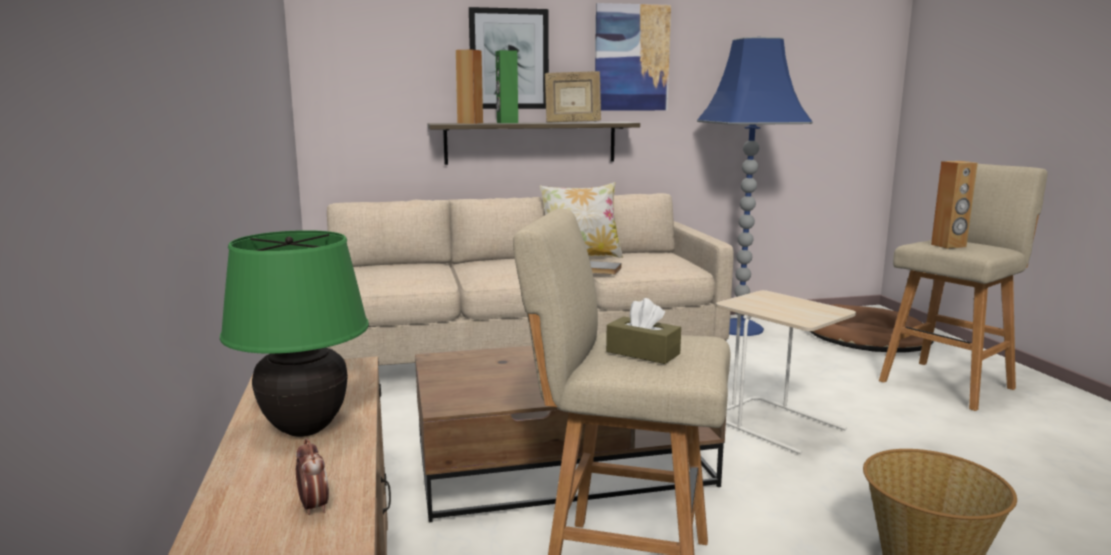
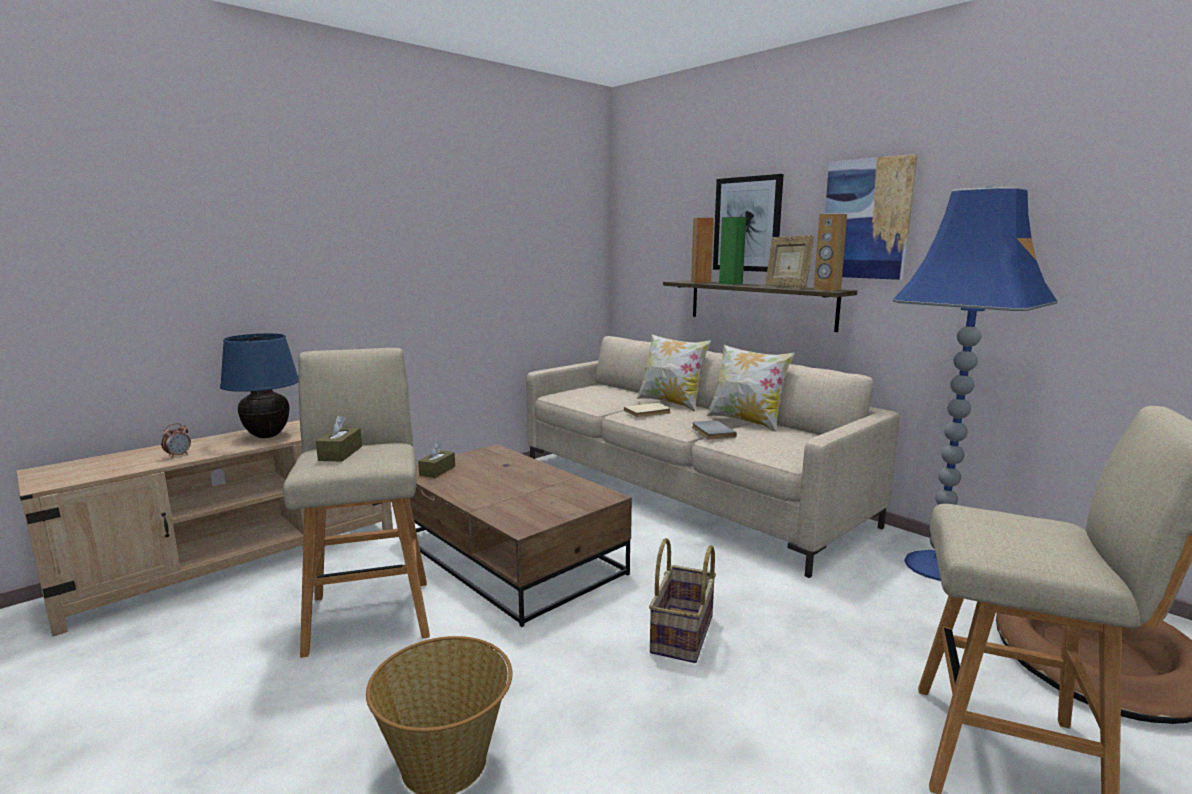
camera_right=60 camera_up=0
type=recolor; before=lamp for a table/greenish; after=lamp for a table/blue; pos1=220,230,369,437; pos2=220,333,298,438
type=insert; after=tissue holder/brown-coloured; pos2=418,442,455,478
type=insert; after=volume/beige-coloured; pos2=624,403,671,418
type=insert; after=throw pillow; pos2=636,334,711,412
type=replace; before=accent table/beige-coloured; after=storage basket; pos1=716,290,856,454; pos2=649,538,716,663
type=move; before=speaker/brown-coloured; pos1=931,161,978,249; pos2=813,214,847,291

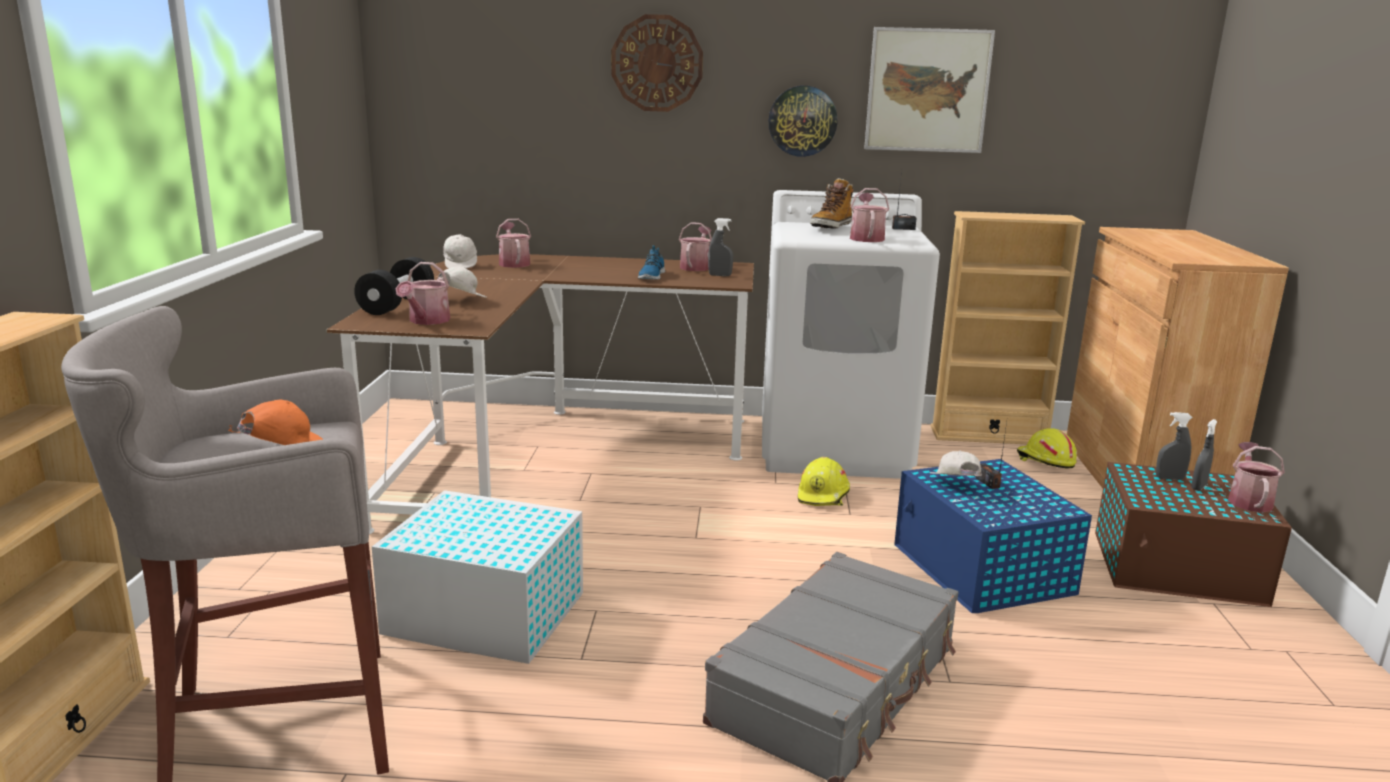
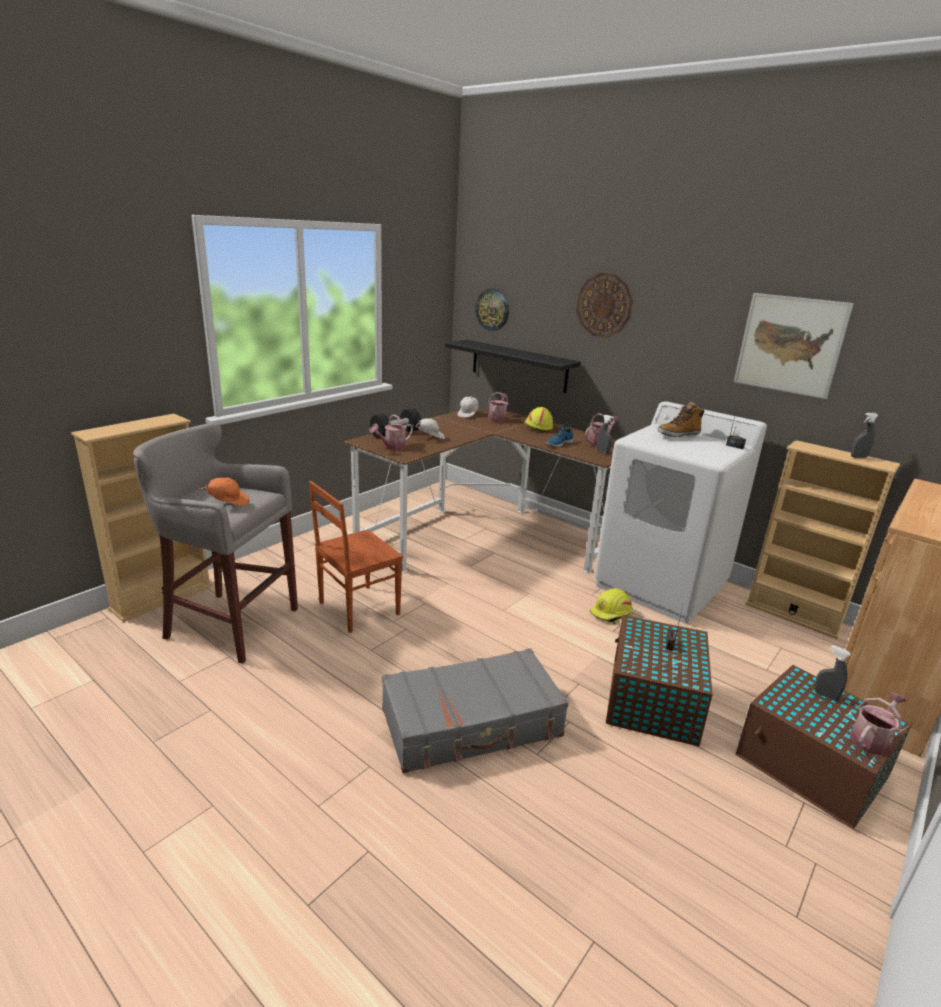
camera_right=35 camera_up=5
type=replace; before=storage container/white-coloured; after=chair/brown-coloured; pos1=372,490,583,664; pos2=309,481,403,633
type=insert; after=wall shelf/blackish; pos2=445,340,581,393
type=move; before=hanging clock; pos1=769,86,837,157; pos2=475,289,509,331
type=move; before=work helmet/yellowish; pos1=1017,428,1077,469; pos2=525,407,553,432
type=recolor; before=storage container/blue; after=storage container/brown-coloured; pos1=894,459,1092,613; pos2=606,615,712,747
type=move; before=spray bottle/gray; pos1=1191,419,1217,491; pos2=851,413,879,458
type=delete; before=watering pot; pos1=850,188,889,242
type=delete; before=peaked cap/white-coloured; pos1=930,451,982,476

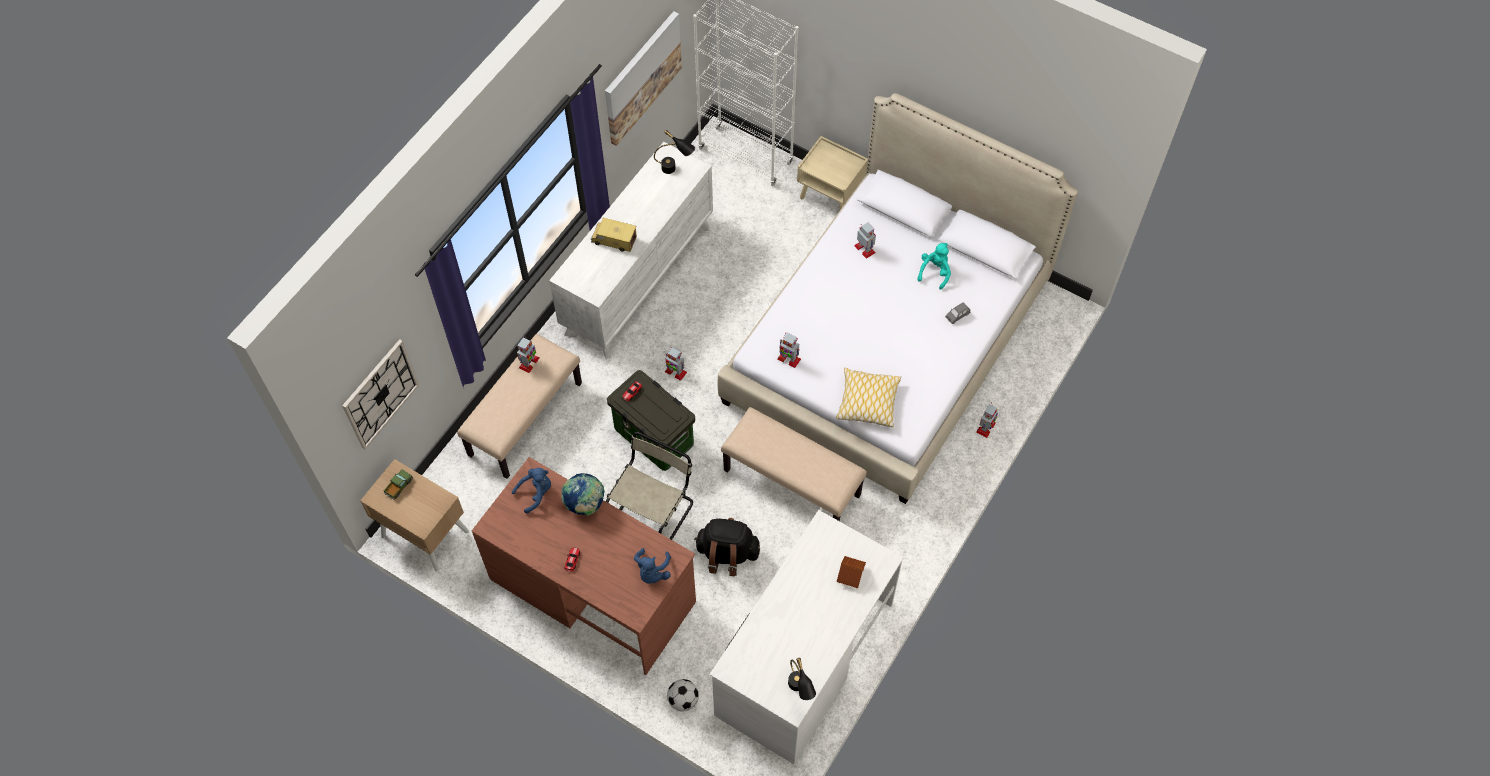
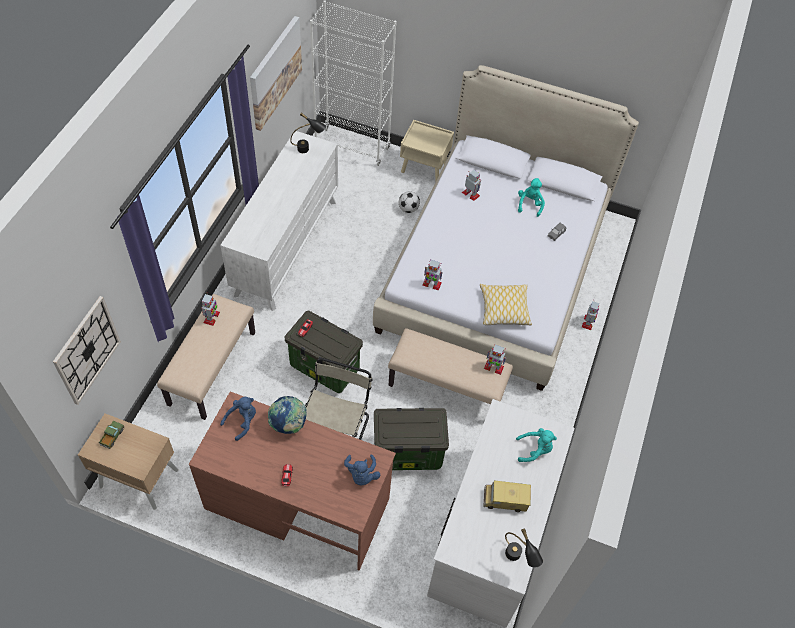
camera_right=-15 camera_up=-5
type=replace; before=knapsack/blackish; after=storage container; pos1=694,518,760,576; pos2=374,408,449,470
type=move; before=ball for football; pos1=667,679,699,711; pos2=399,191,420,213
type=move; before=model truck; pos1=591,218,637,252; pos2=483,480,531,512
type=move; before=model robot; pos1=665,347,687,381; pos2=484,345,506,375
type=replace; before=toy house; after=plush toy/turquoise; pos1=837,556,866,588; pos2=516,428,557,462

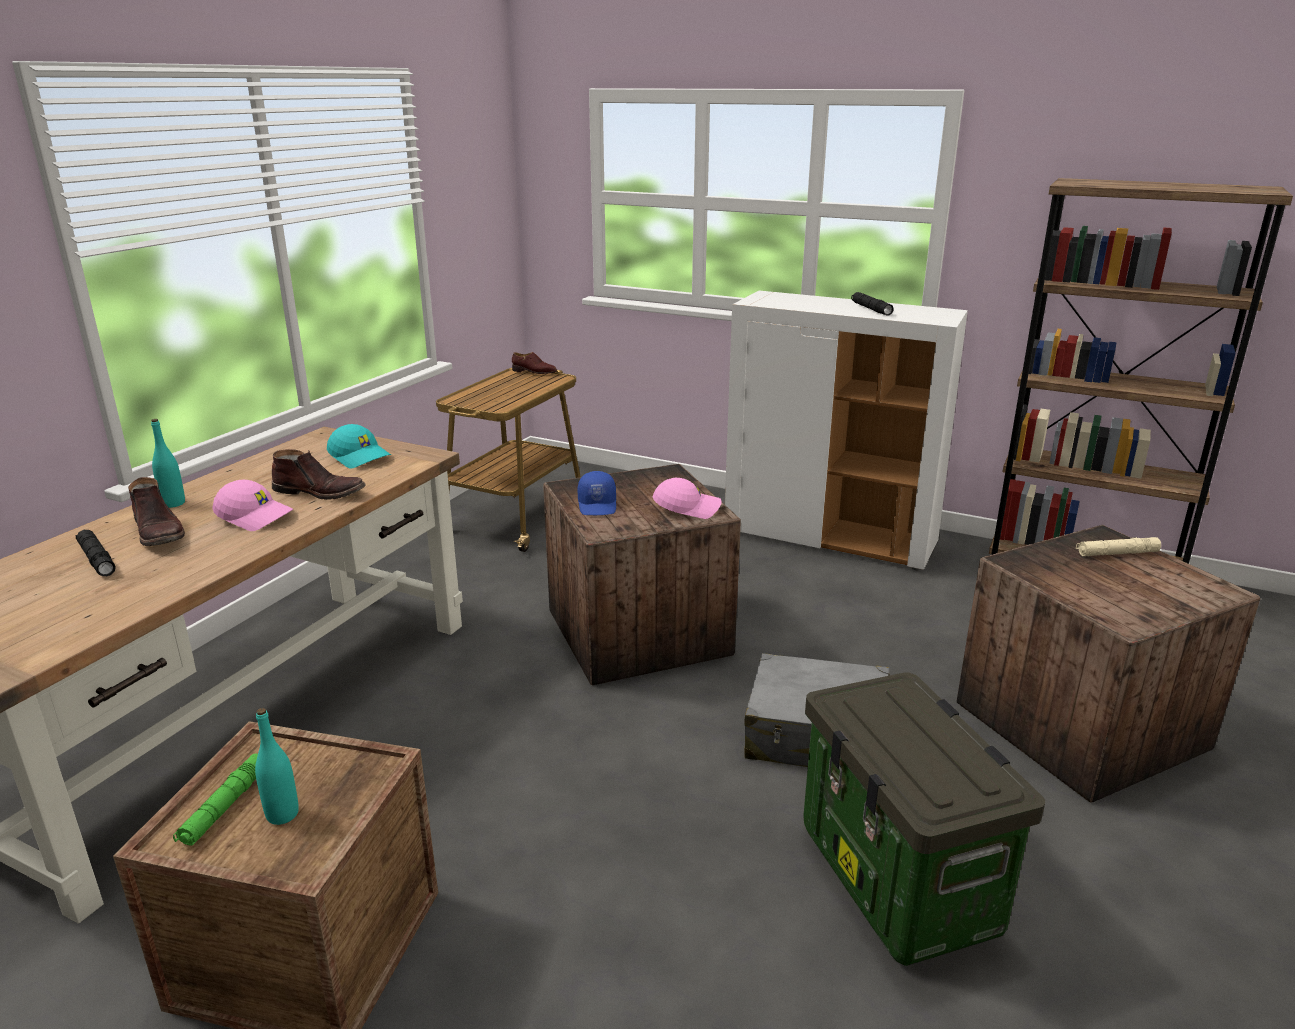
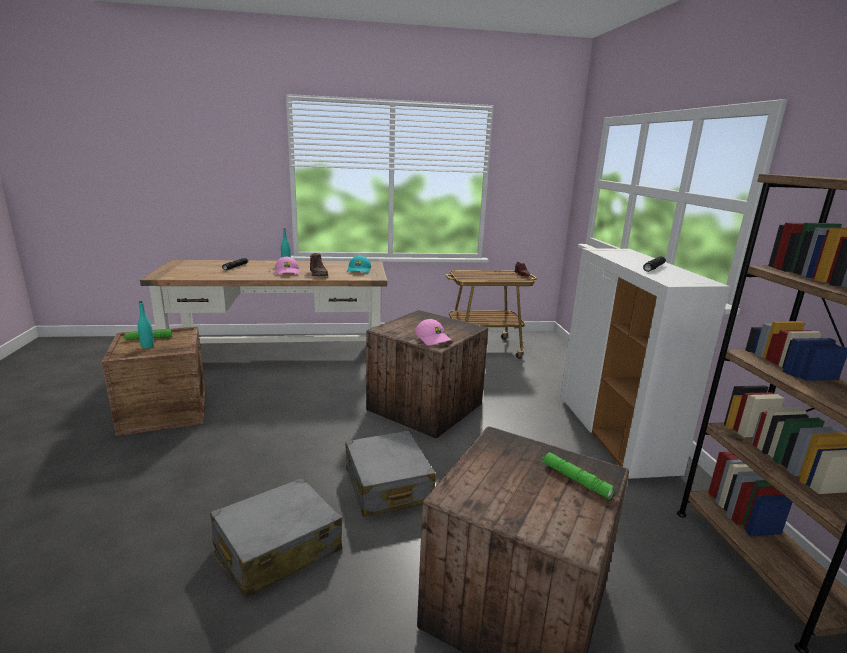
camera_right=55 camera_up=-5
type=replace; before=storage container; after=piece of luggage/gray; pos1=804,672,1045,966; pos2=210,477,342,598
type=recolor; before=torch/beige-coloured; after=torch/greenish; pos1=1076,537,1161,556; pos2=541,452,615,499
type=delete; before=tall boot/brown-coloured; pos1=128,477,185,546
type=delete; before=peaked cap/blue; pos1=578,471,616,515

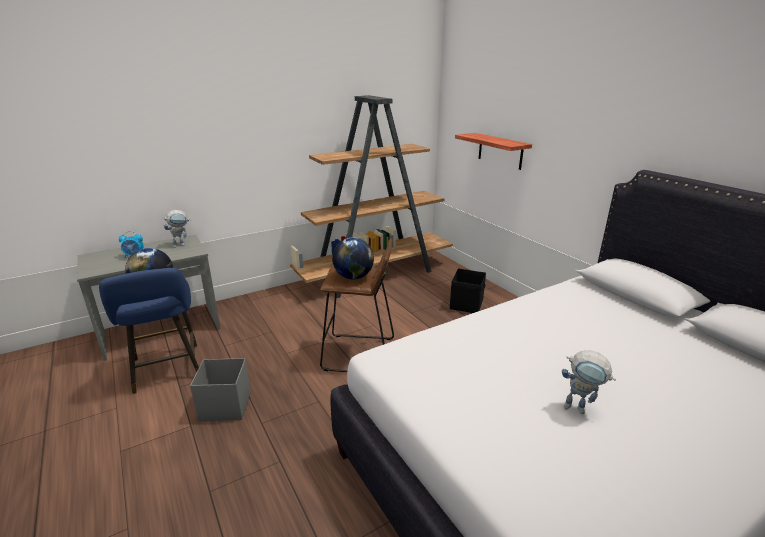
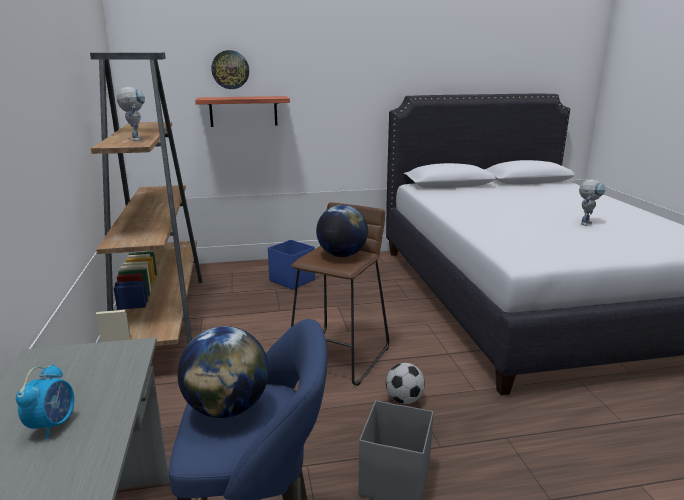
camera_right=-70 camera_up=-5
type=move; before=model robot; pos1=163,210,191,248; pos2=117,87,145,141
type=insert; after=hanging clock; pos2=211,50,249,89
type=recolor; before=storage container/blackish; after=storage container/blue; pos1=450,268,486,313; pos2=268,240,315,290
type=insert; after=ball for football; pos2=386,363,425,404

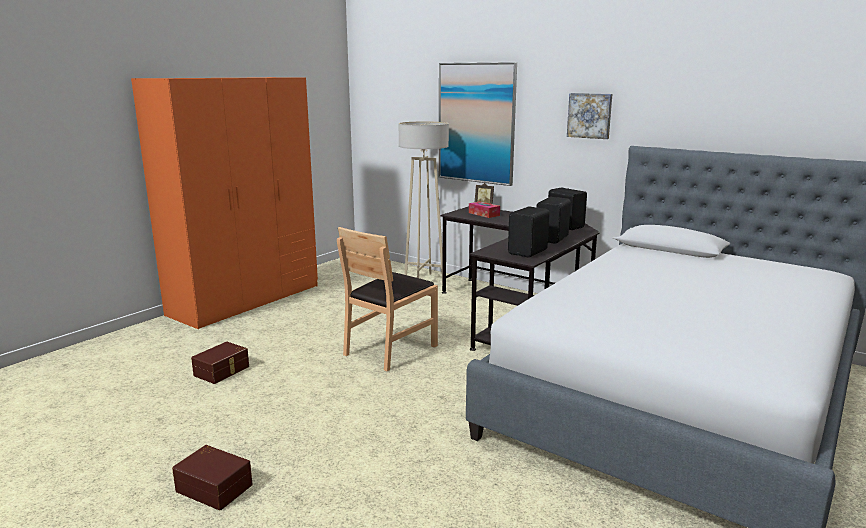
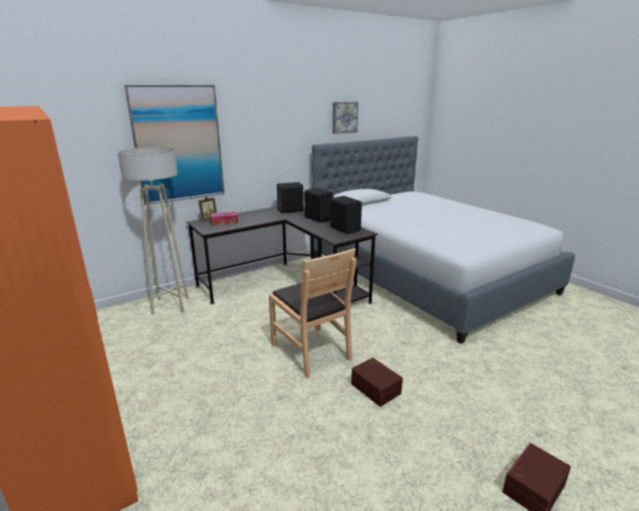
camera_right=-70 camera_up=5
type=move; before=wall art; pos1=567,93,613,139; pos2=332,102,358,134
type=move; before=storage container/brown-coloured; pos1=191,342,249,384; pos2=351,358,403,407

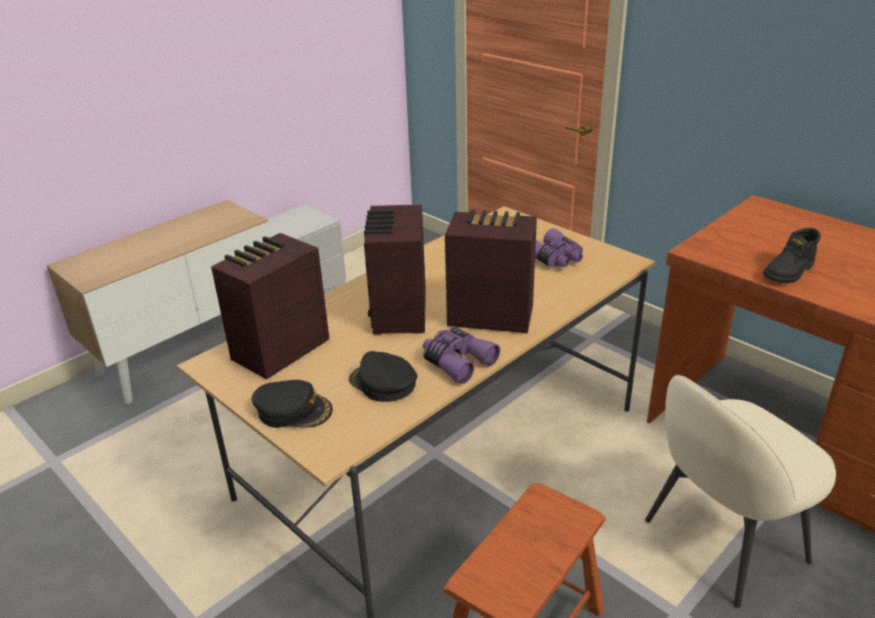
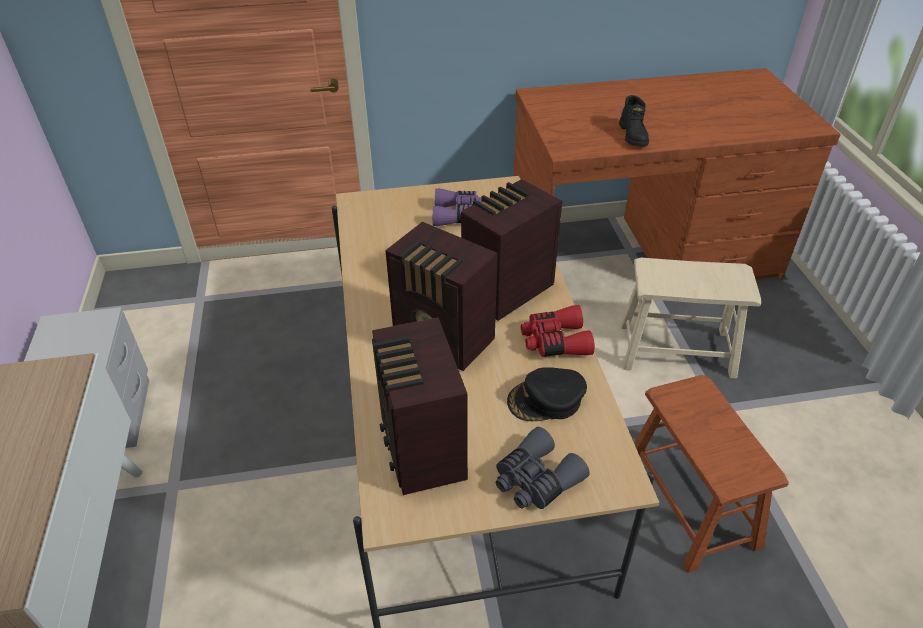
camera_right=-55 camera_up=10
type=replace; before=peaked cap/blackish; after=field glasses/gray; pos1=252,380,333,428; pos2=496,427,589,509
type=recolor; before=field glasses/purple; after=field glasses/reddish; pos1=423,327,500,384; pos2=521,305,595,357
type=replace; before=chair/beige-coloured; after=stool seat/beige-coloured; pos1=645,375,836,608; pos2=620,258,761,378

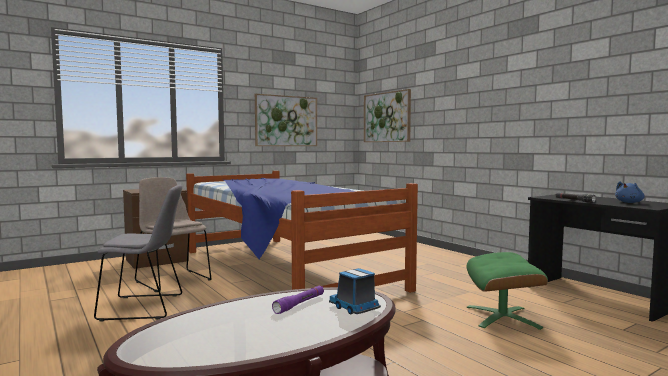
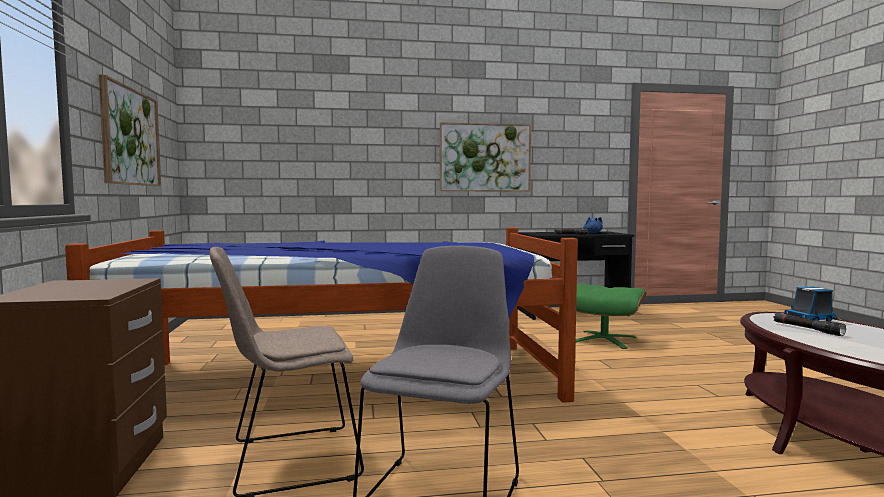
camera_right=-65 camera_up=0
type=move; before=wall art; pos1=364,89,411,142; pos2=440,122,531,191
type=recolor; before=torch/purple; after=torch/blackish; pos1=272,286,324,314; pos2=774,313,846,336

